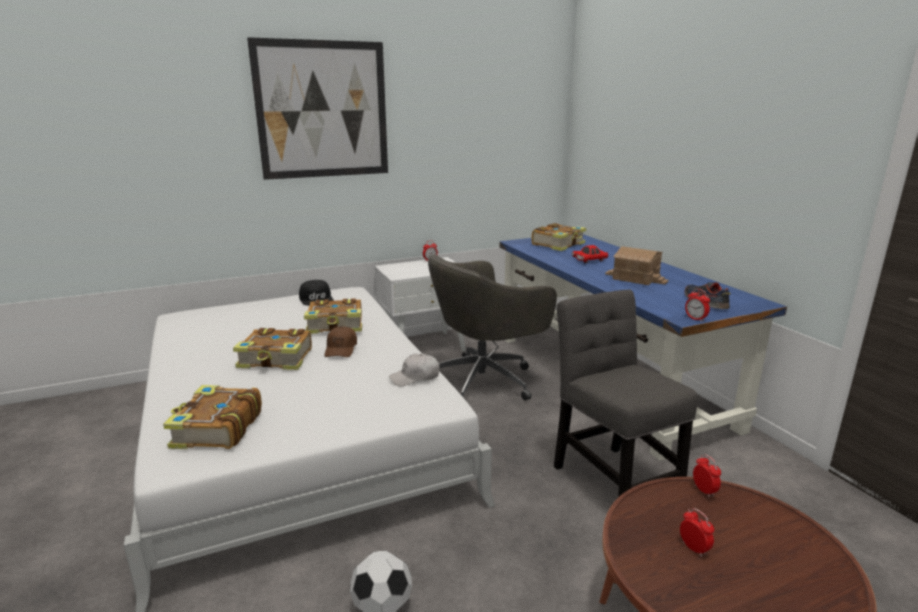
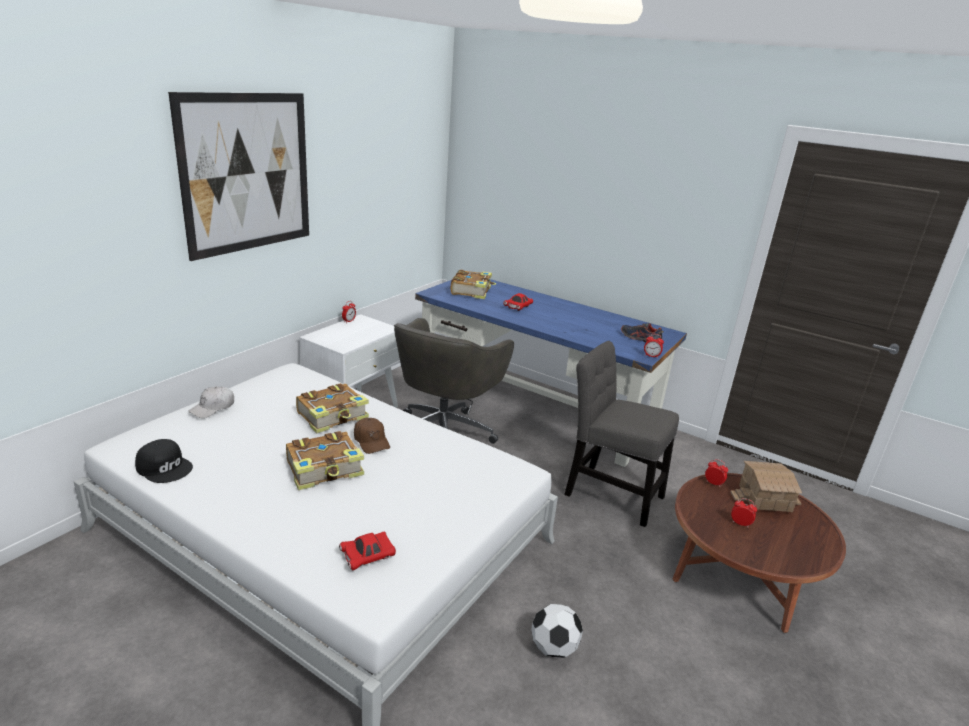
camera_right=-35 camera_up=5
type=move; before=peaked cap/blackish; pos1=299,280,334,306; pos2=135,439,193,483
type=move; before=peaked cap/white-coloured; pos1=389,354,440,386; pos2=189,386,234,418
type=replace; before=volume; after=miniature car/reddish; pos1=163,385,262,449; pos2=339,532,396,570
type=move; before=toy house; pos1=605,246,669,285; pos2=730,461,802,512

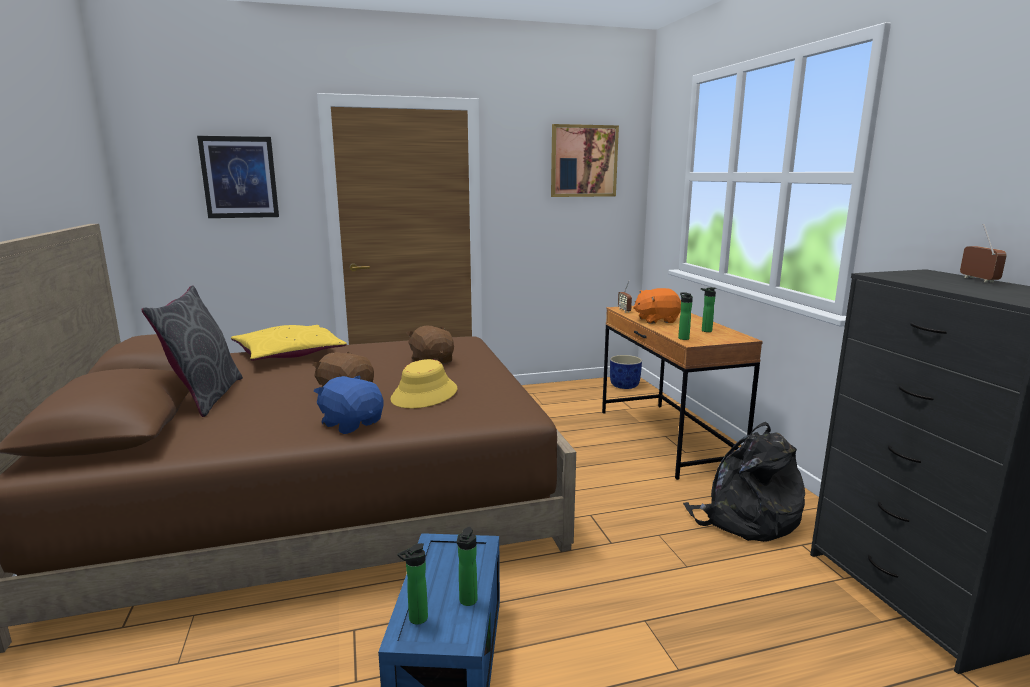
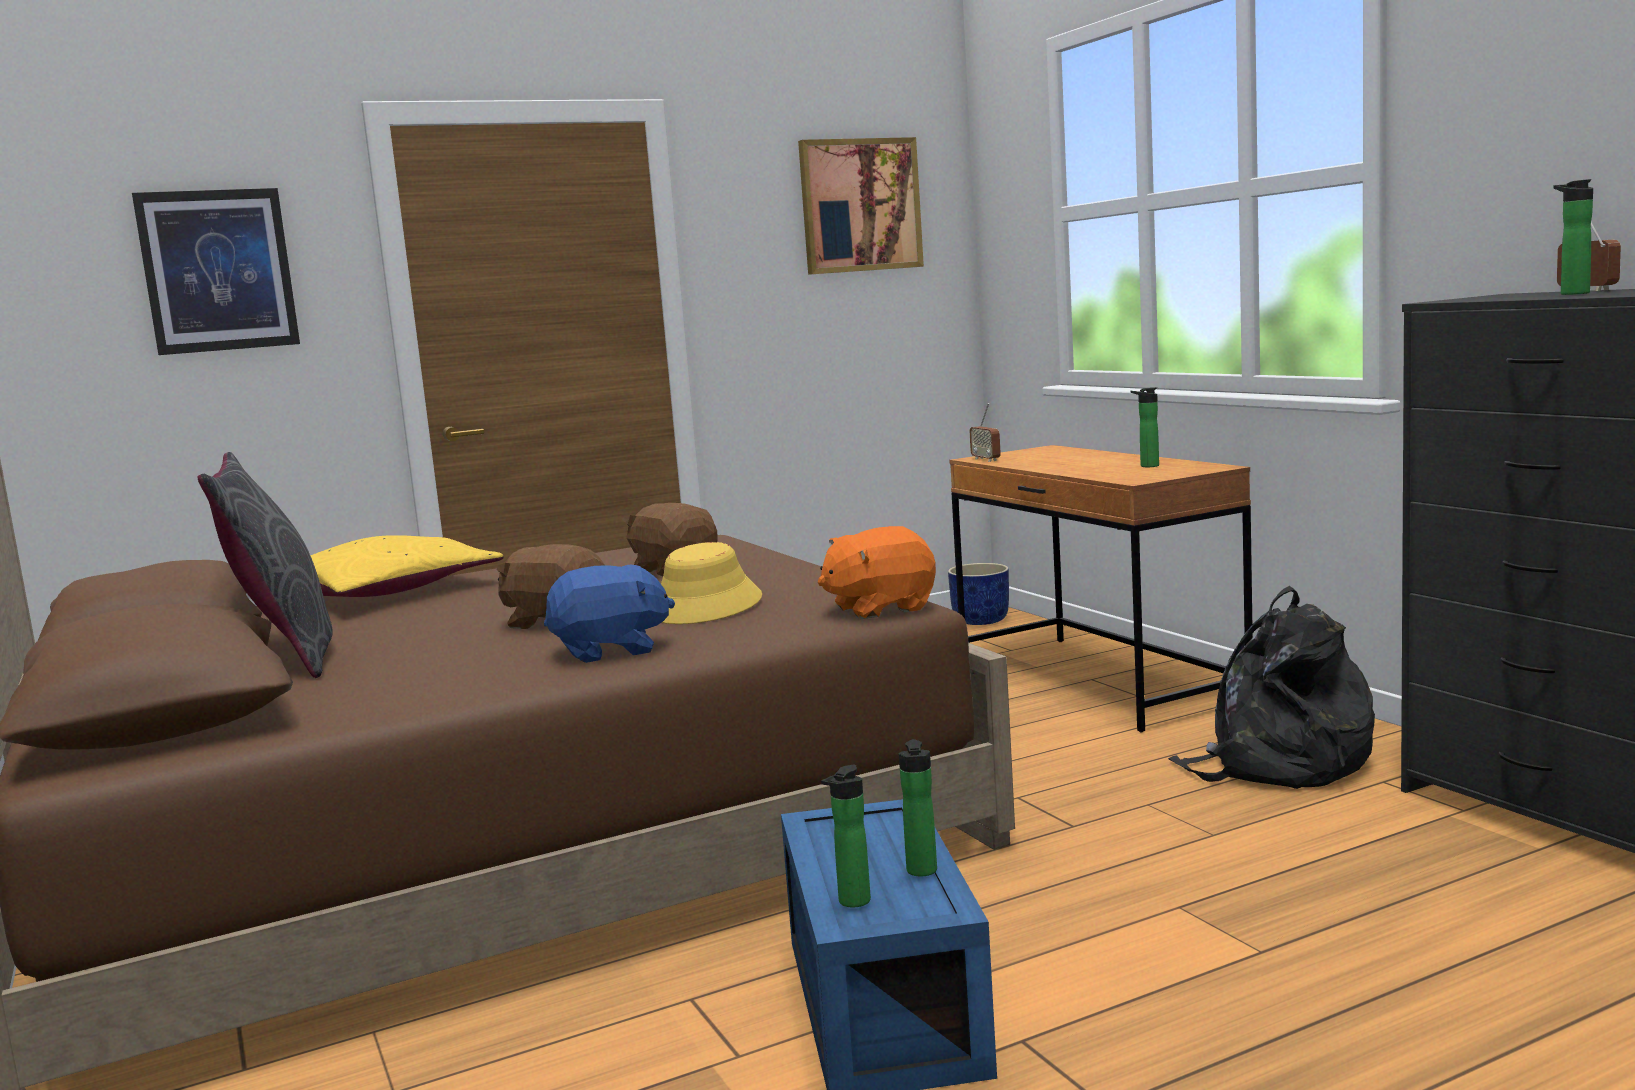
camera_right=-10 camera_up=-5
type=rotate; before=plush toy/blue; pos1=314,376,383,434; pos2=544,565,675,663; turn=135
type=move; before=plush toy/orange; pos1=633,288,681,324; pos2=818,526,936,619
type=move; before=drink bottle; pos1=678,292,693,340; pos2=1553,179,1593,295

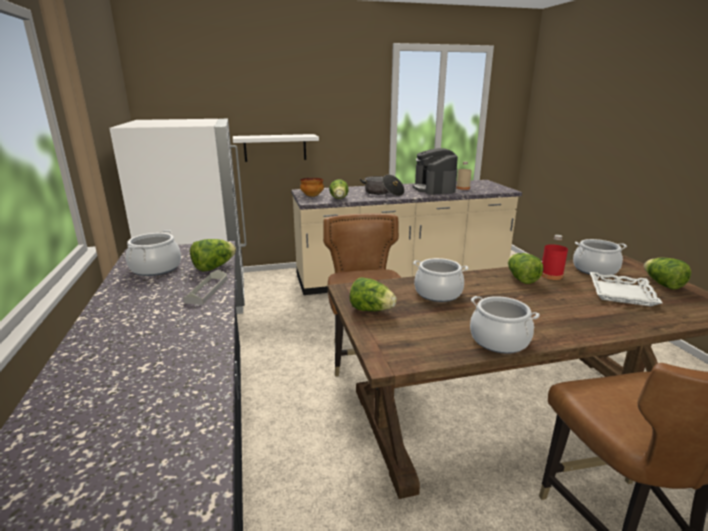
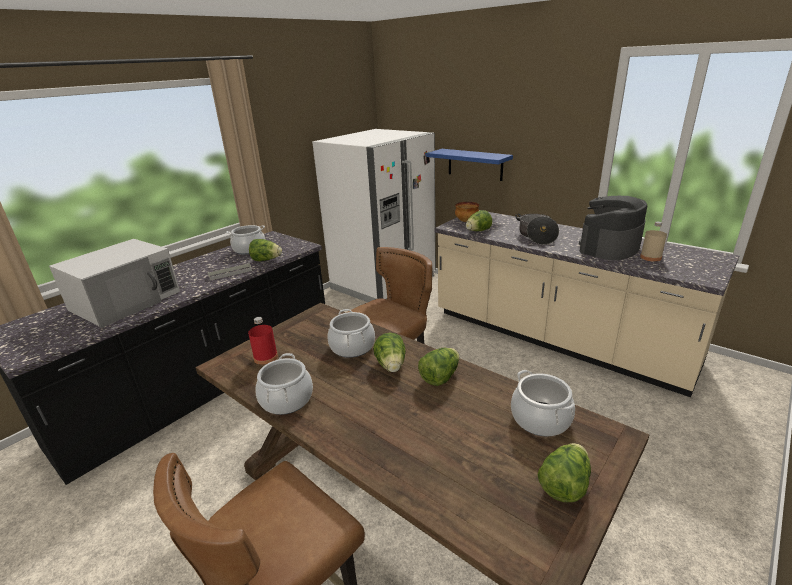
camera_right=55 camera_up=5
type=insert; after=microwave/white-coloured; pos2=49,239,180,328
type=move; before=drink bottle/reddish; pos1=541,235,568,280; pos2=248,317,278,365
type=move; before=lettuce; pos1=349,277,397,311; pos2=373,333,406,372
type=recolor; before=wall shelf/white-coloured; after=wall shelf/blue; pos1=233,134,319,162; pos2=426,149,513,181
type=delete; before=tray/white-coloured; pos1=590,272,662,306

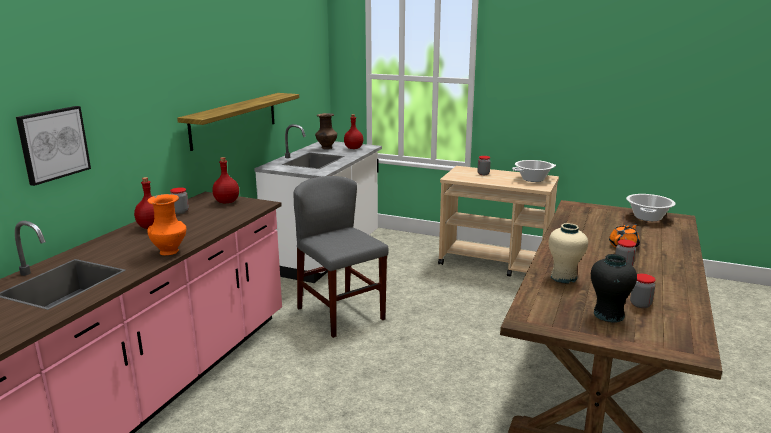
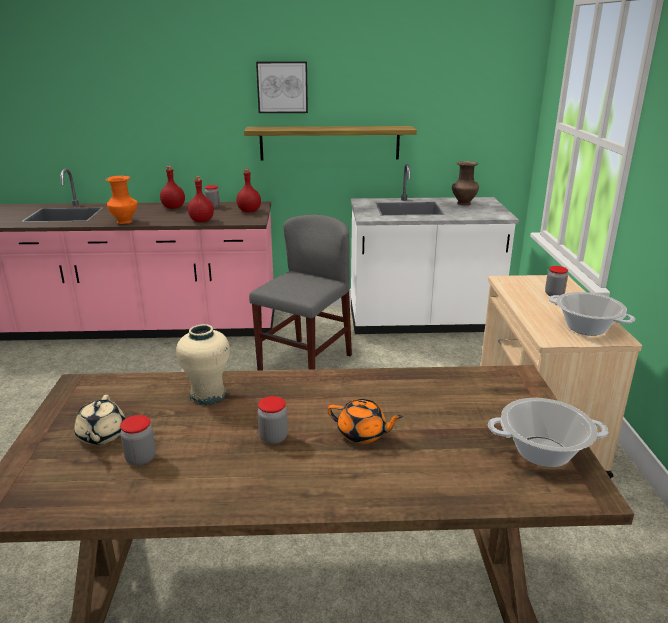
camera_right=65 camera_up=5
type=replace; before=decorative vase/blackish; after=pot for tea/beige-coloured; pos1=591,254,637,322; pos2=74,395,126,445
type=move; before=drink bottle/reddish; pos1=344,114,363,149; pos2=188,176,214,222
type=move; before=wall art; pos1=16,106,91,186; pos2=256,61,308,113

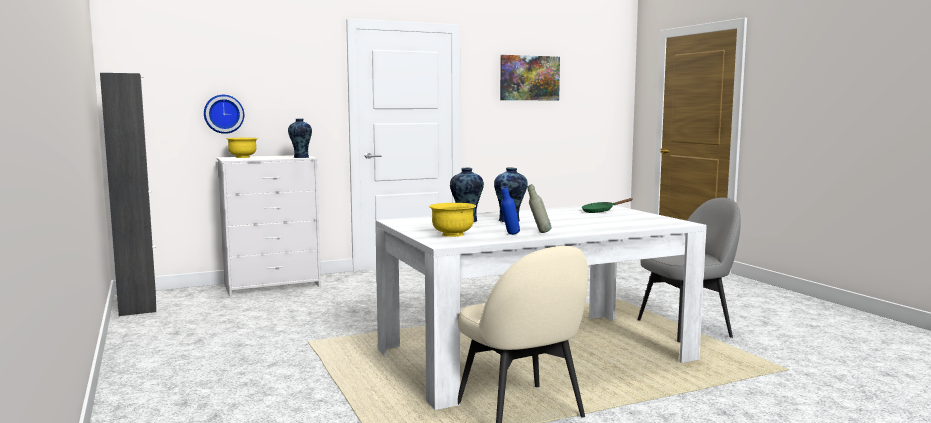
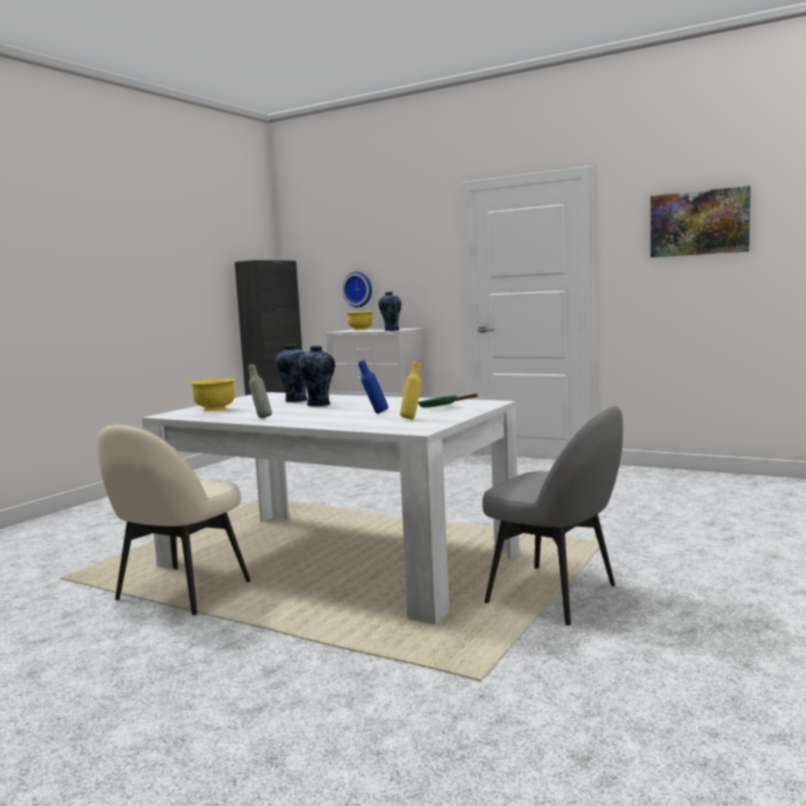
camera_right=55 camera_up=0
type=move; before=drink bottle/blue; pos1=501,186,520,235; pos2=358,360,388,414
type=insert; after=drink bottle/yellowish; pos2=400,361,422,419

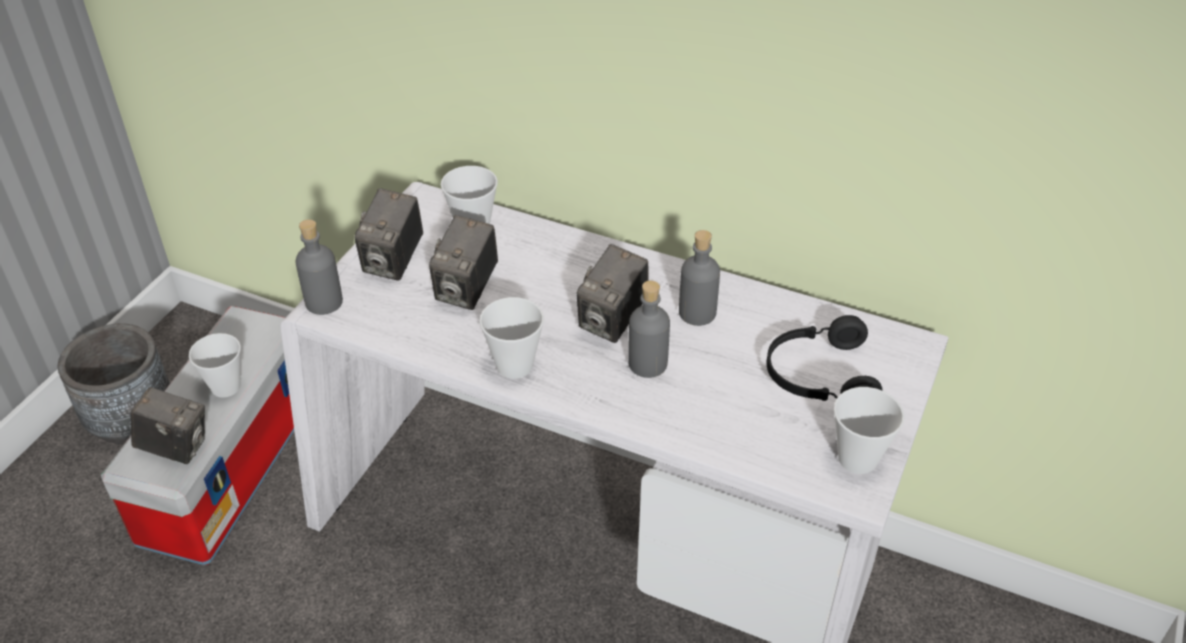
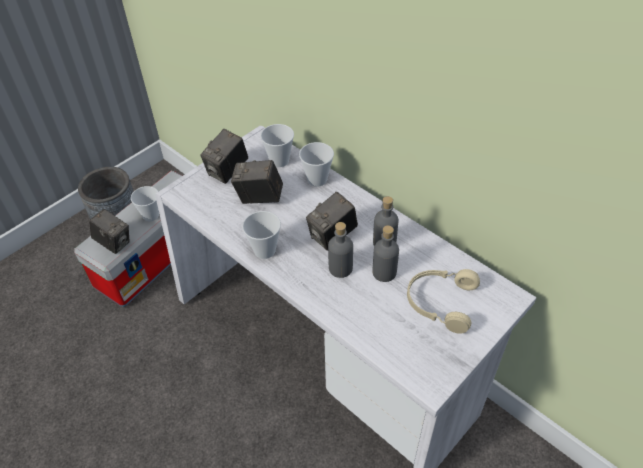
camera_right=20 camera_up=5
type=rotate; before=photo camera; pos1=429,215,498,310; pos2=231,160,283,204; turn=60
type=move; before=drinking cup; pos1=833,387,905,474; pos2=299,142,334,187
type=move; before=drink bottle/gray; pos1=295,219,343,315; pos2=373,226,399,282
type=recolor; before=headphones/blackish; after=headphones/beige-coloured; pos1=766,315,883,401; pos2=407,269,480,334

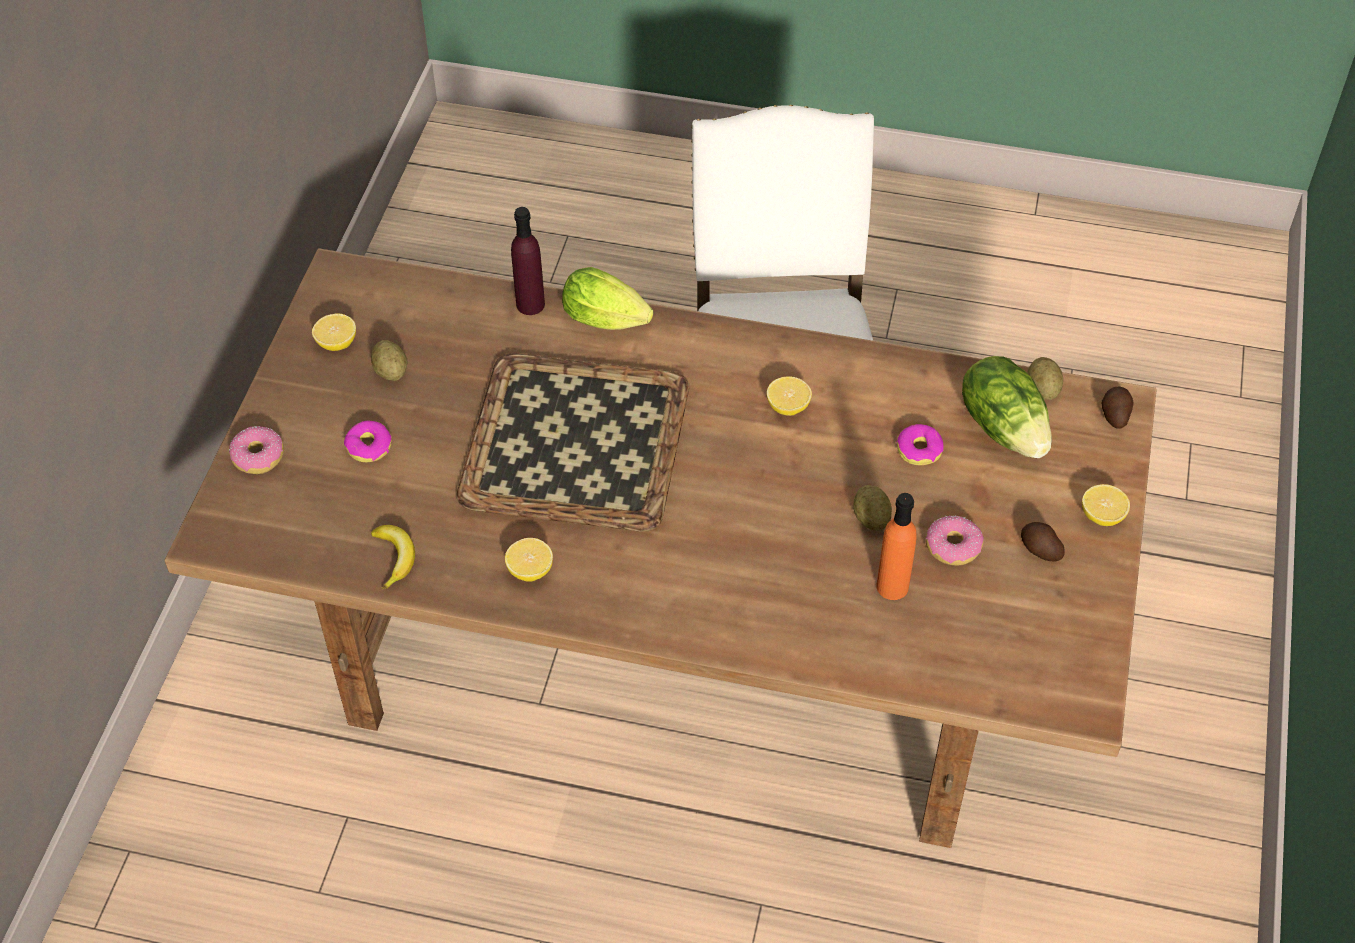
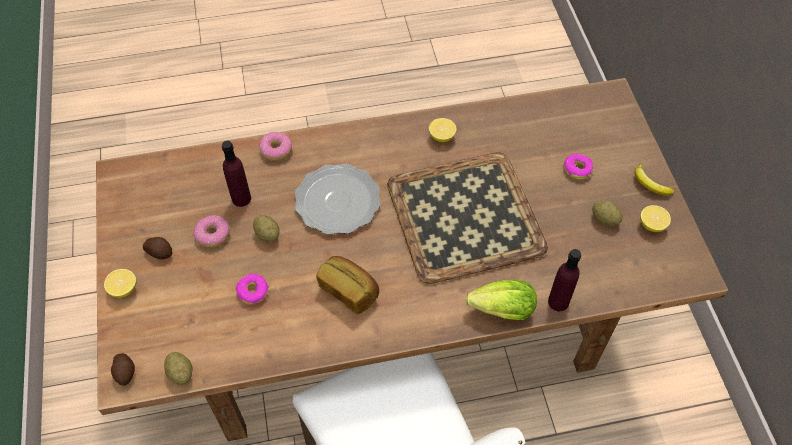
camera_right=155 camera_up=5
type=recolor; before=drink bottle/orange; after=drink bottle/purple; pos1=876,493,917,600; pos2=222,141,251,207
type=move; before=ring doughnut; pos1=229,426,284,474; pos2=259,132,292,161
type=insert; after=flat dish; pos2=295,164,381,235
type=replace; before=whole lemon; after=baked bread; pos1=767,376,812,416; pos2=316,256,379,315
type=move; before=banana; pos1=371,525,415,590; pos2=634,163,674,196
type=delete; before=lettuce; pos1=962,356,1052,458

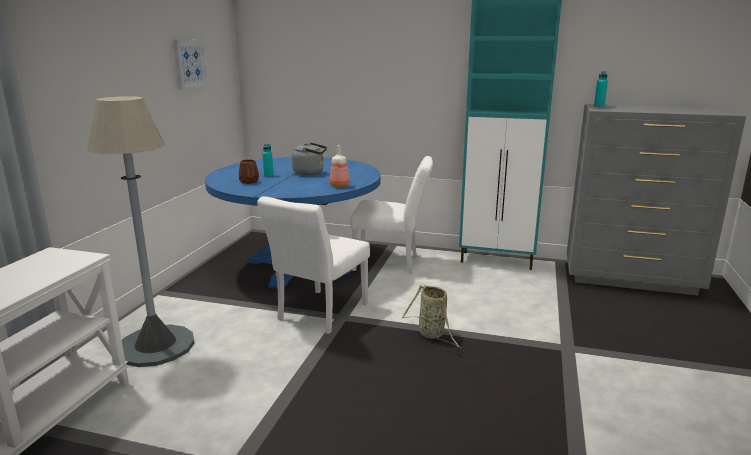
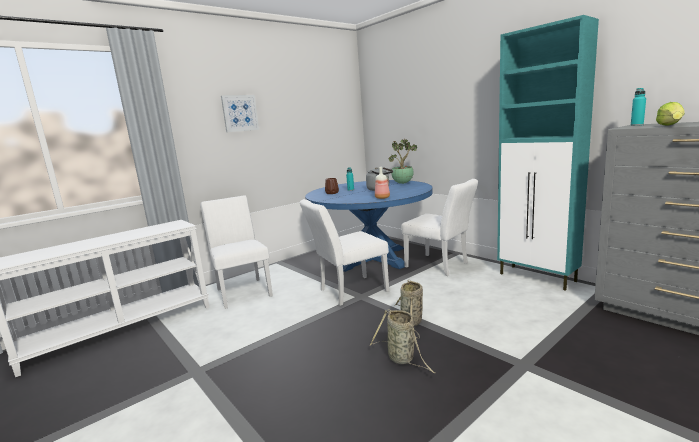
camera_right=35 camera_up=-5
type=replace; before=floor lamp/gray; after=chair/white-coloured; pos1=85,96,194,367; pos2=200,195,273,309
type=move; before=wall art; pos1=173,39,208,89; pos2=221,95,259,132
type=insert; after=storage basket; pos2=370,309,436,373
type=insert; after=houseplant; pos2=388,139,417,184
type=insert; after=lettuce; pos2=656,102,685,126

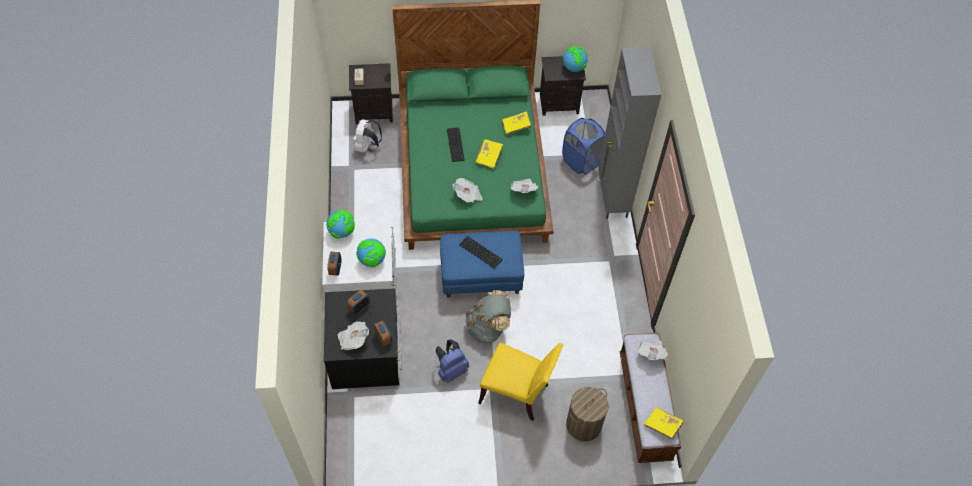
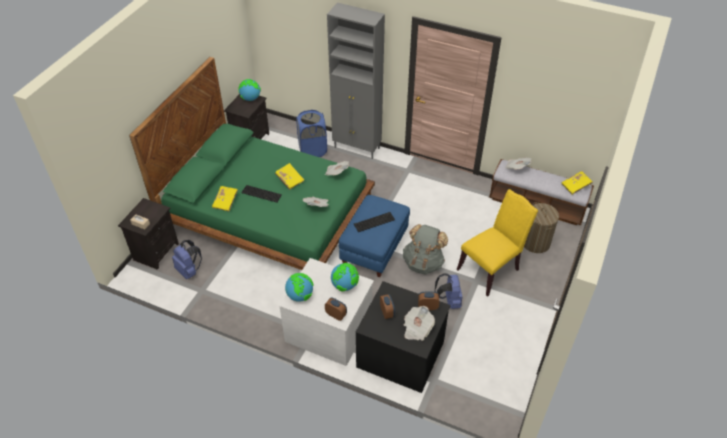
camera_right=-60 camera_up=-10
type=recolor; before=knapsack/white-coloured; after=knapsack/blue; pos1=353,119,382,153; pos2=172,240,202,279
type=move; before=volume/yellowish; pos1=502,112,531,135; pos2=212,186,238,212

